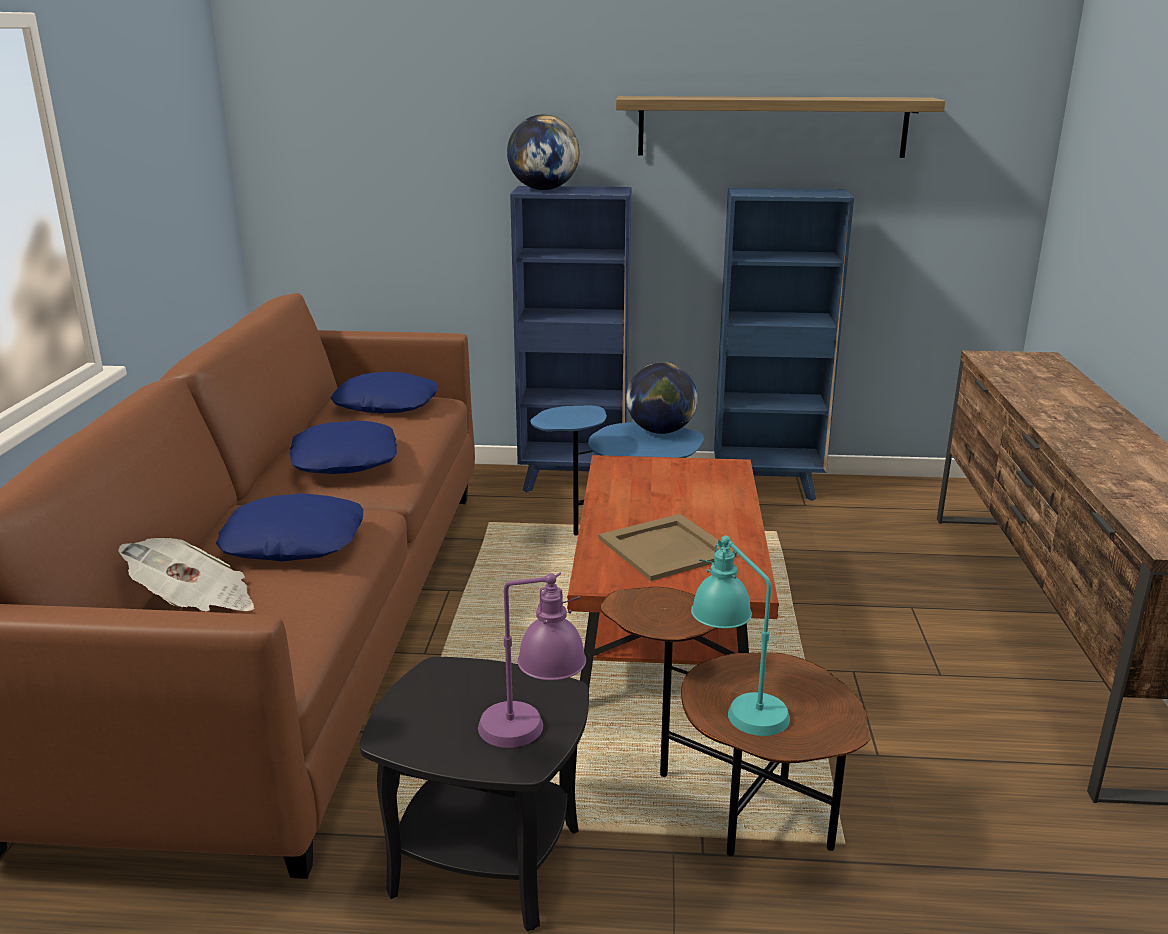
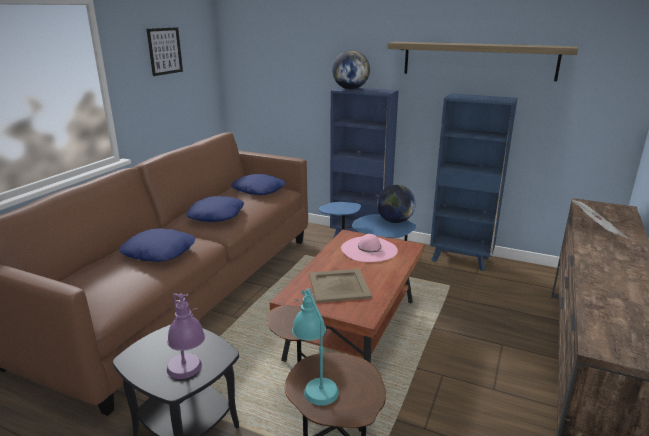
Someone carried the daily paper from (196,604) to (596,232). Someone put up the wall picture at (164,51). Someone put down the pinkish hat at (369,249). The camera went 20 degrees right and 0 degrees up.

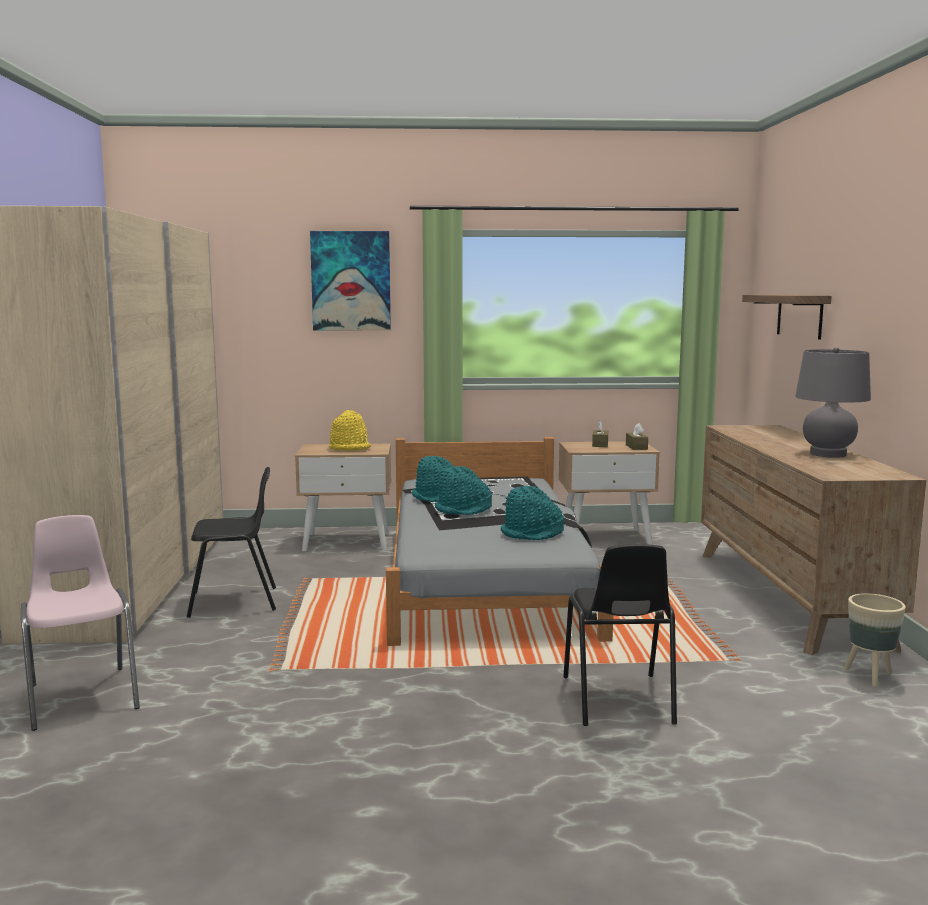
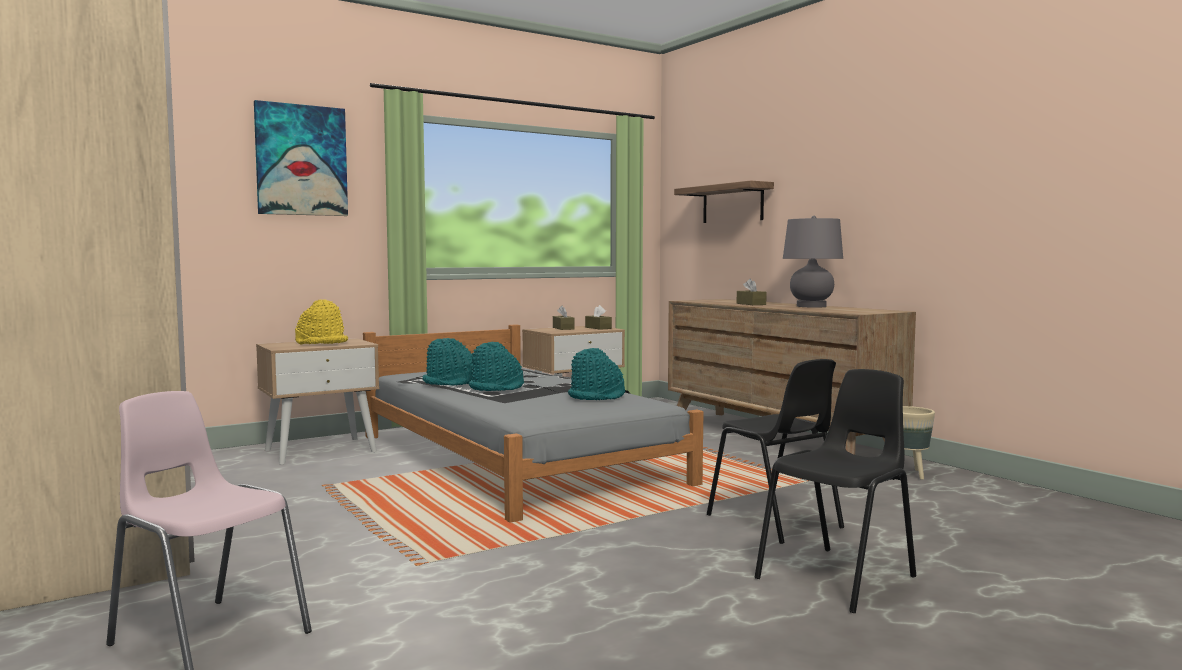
Someone carried the black-coloured plain chair from (234,602) to (839,578). Someone put down the brown-coloured tissue holder at (751,304). The camera went 30 degrees left and 5 degrees down.

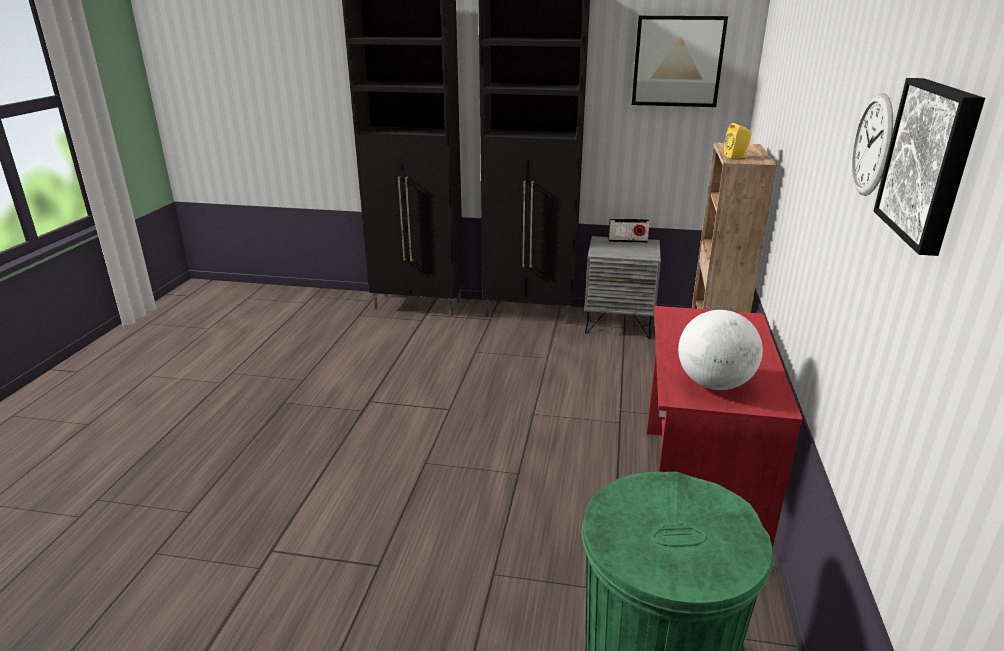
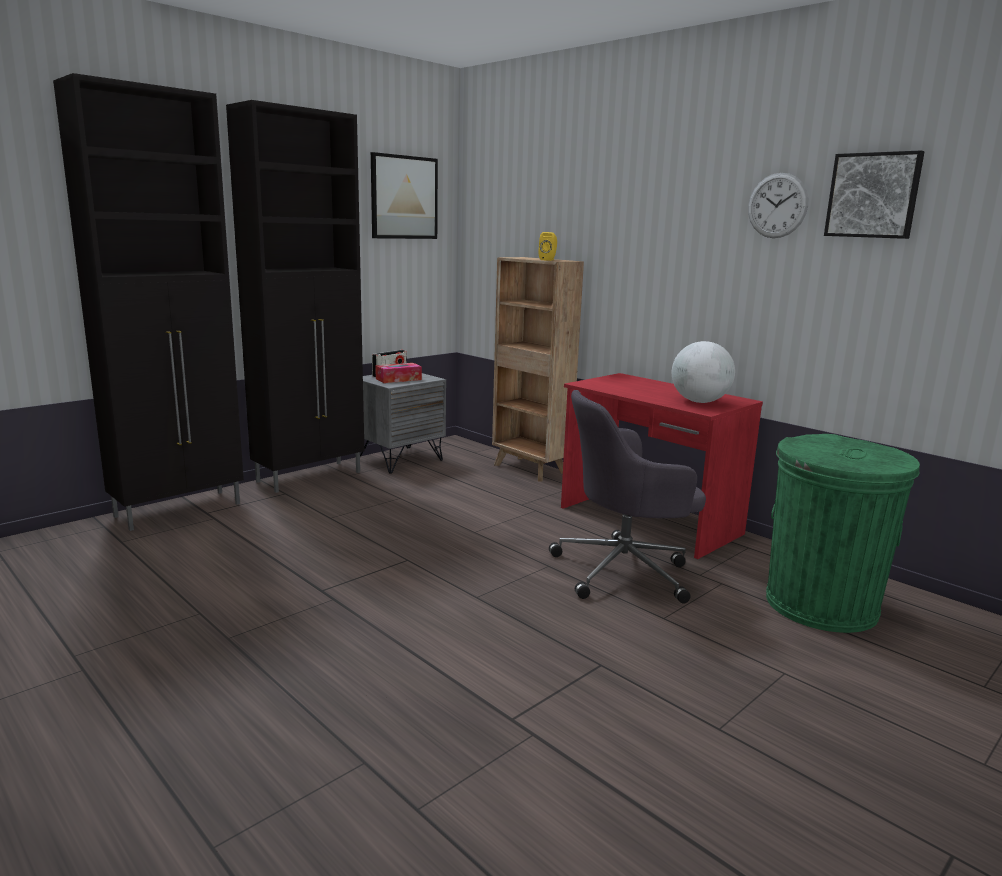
Someone put down the tissue holder at (398,379). Someone put down the gray office chair at (625,571). The camera went 55 degrees left and 10 degrees down.

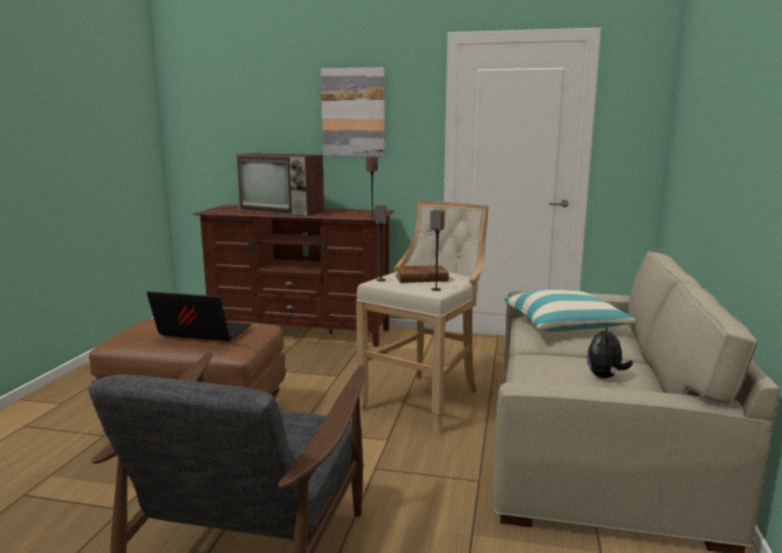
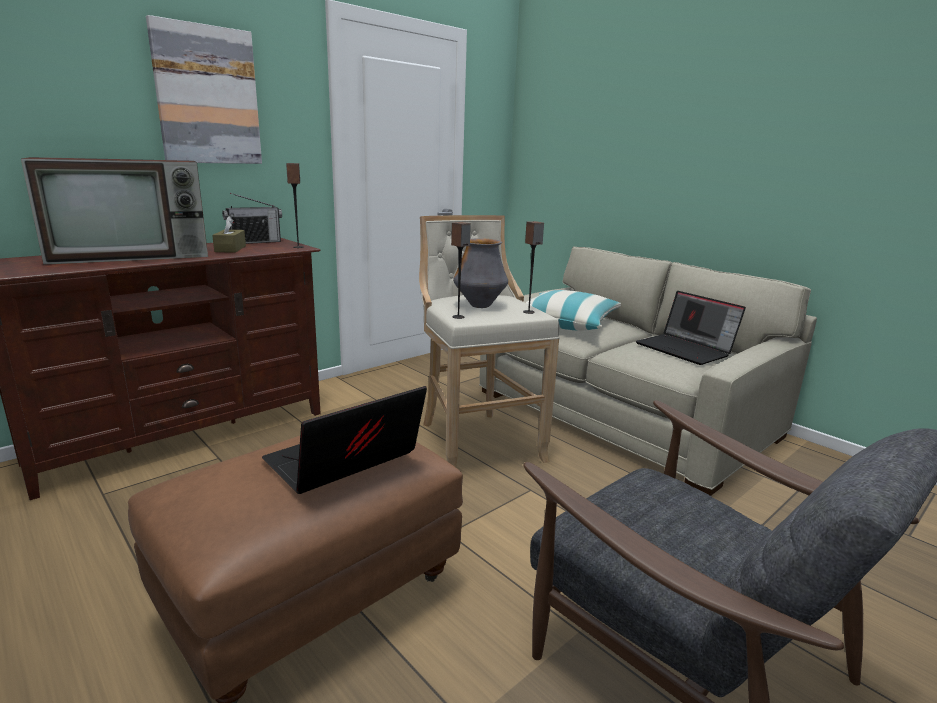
Someone swapped the brown-coloured volume at (421,278) for the vase at (479,306). Someone swapped the soft toy at (605,377) for the portable computer at (686,349). Someone put down the radio at (255,242). Someone put down the brown-coloured tissue holder at (230,249). The camera went 55 degrees left and 5 degrees up.

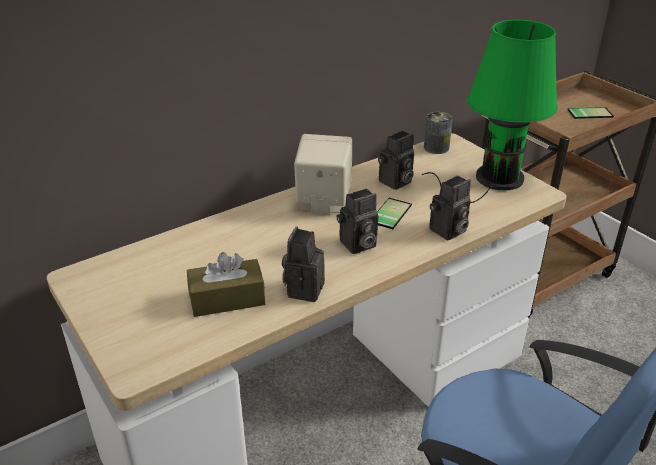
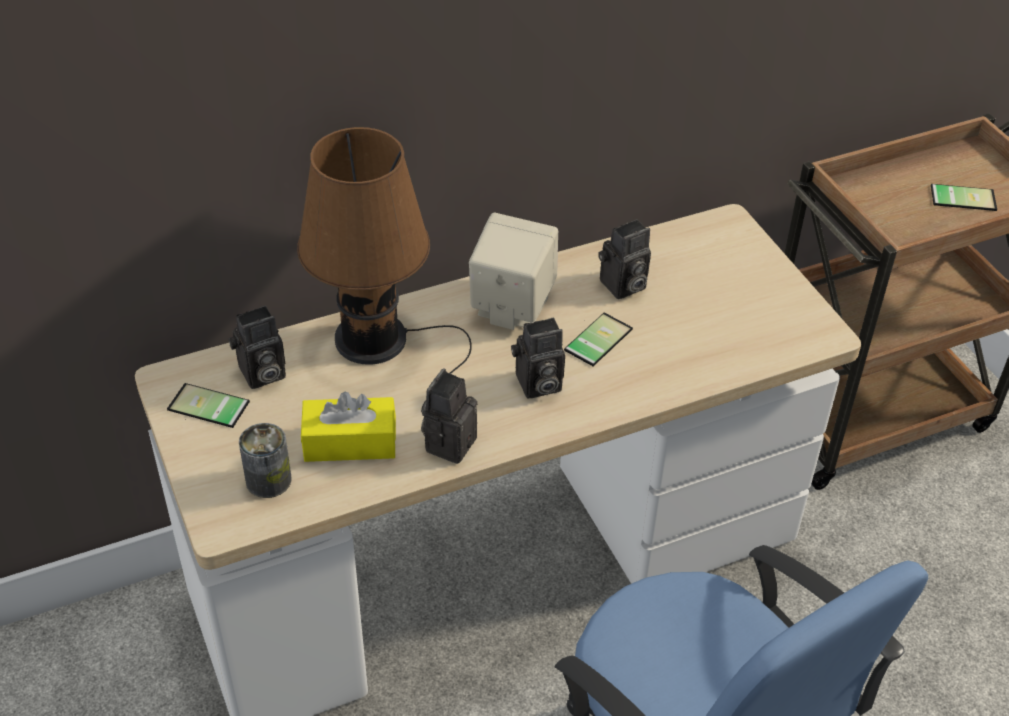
Someone took away the green tabletop lamp at (494,179). Someone carried the can from (436,148) to (268,480). Someone carried the photo camera from (448,232) to (261,375). Someone repainted the brown-coloured tissue holder at (227,299), which became the yellow tissue holder at (350,442). Someone put down the brown-coloured tabletop lamp at (379,341). Someone put down the phone at (206,408). The camera went 10 degrees right and 10 degrees up.

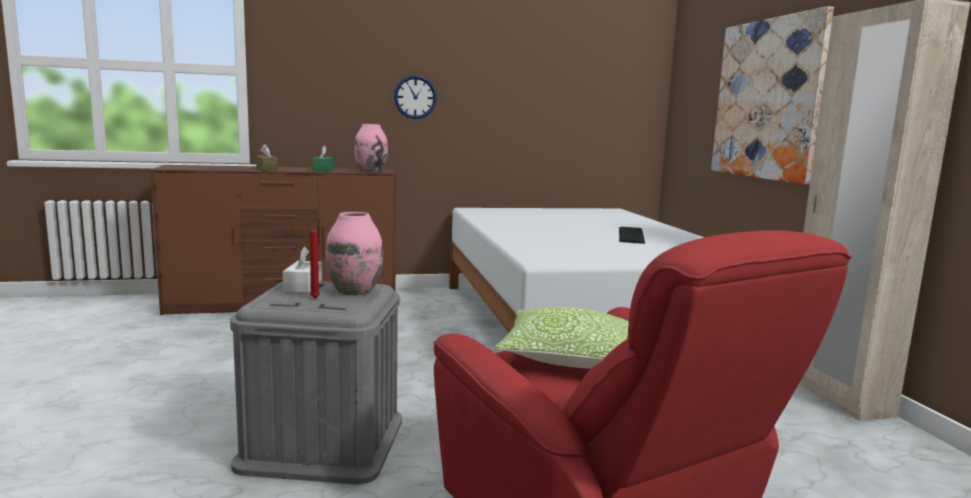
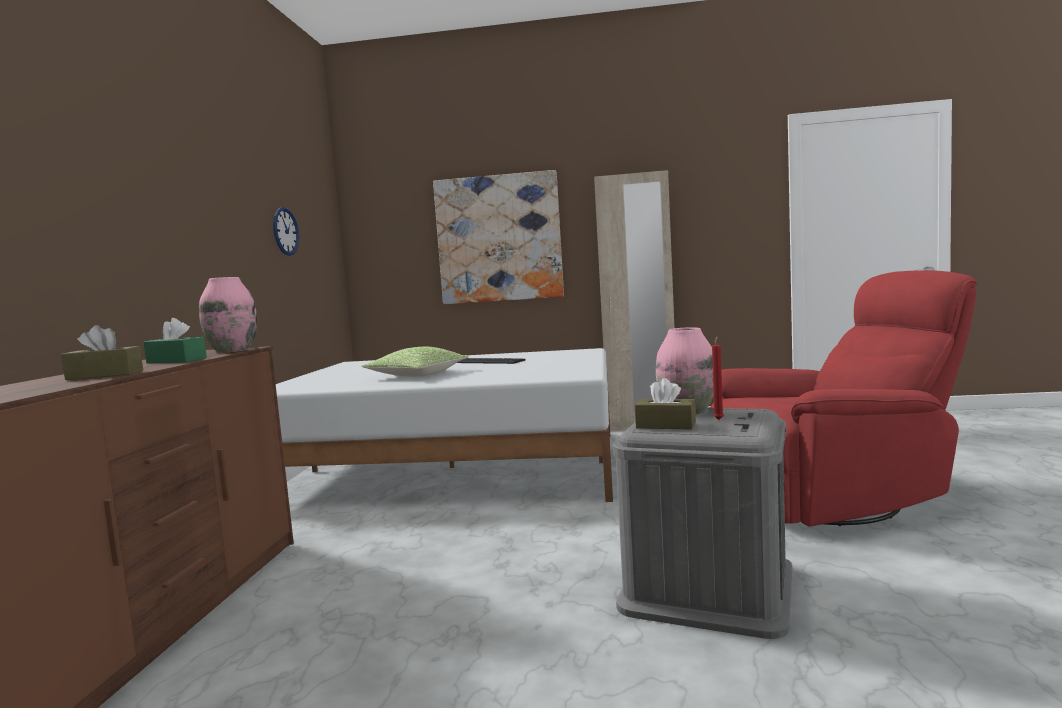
Someone carried the hanging clock from (415,97) to (285,231). Someone repainted the white tissue holder at (303,286), which became the brown-coloured tissue holder at (665,425). Someone carried the pillow from (568,357) to (417,375). The camera went 70 degrees left and 5 degrees down.

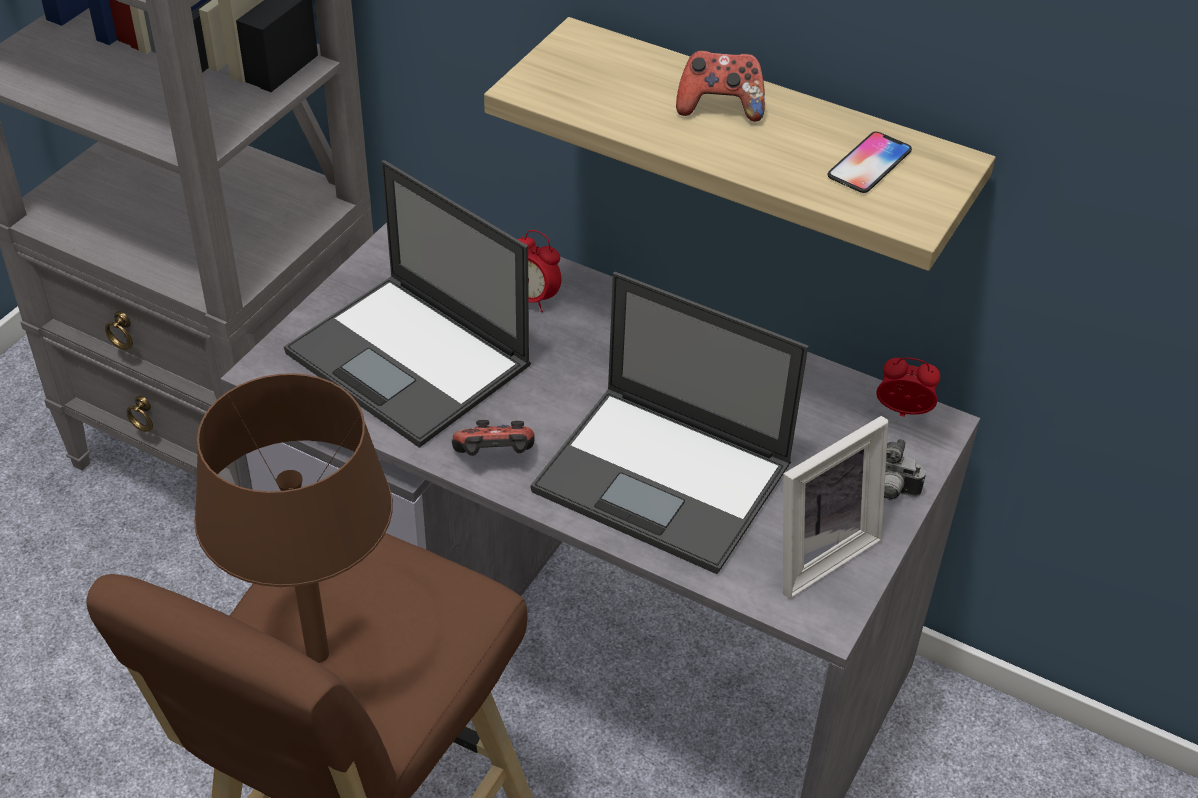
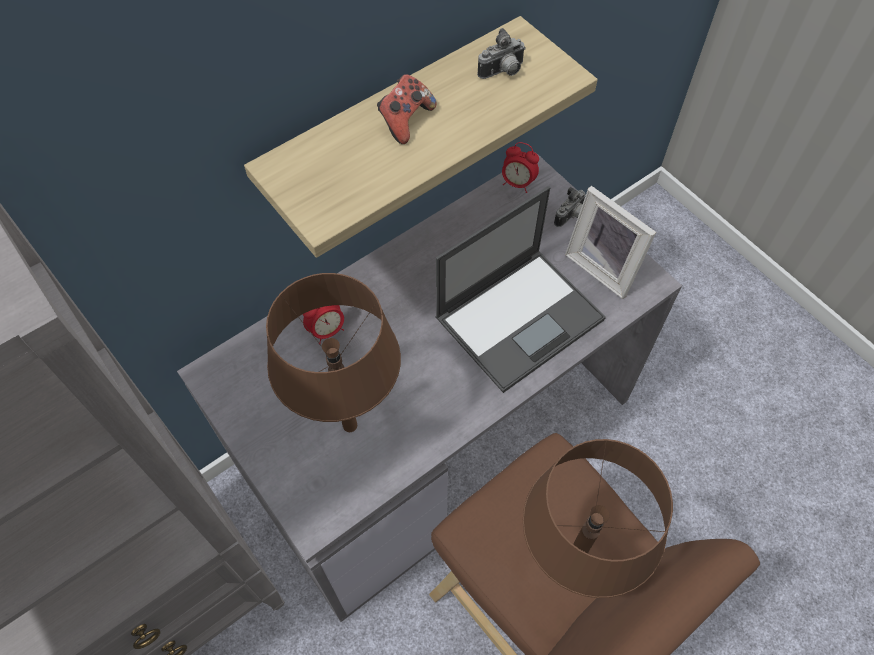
Someone swapped the phone at (869,164) for the photo camera at (502,72). Someone swapped the portable computer at (410,360) for the brown-coloured tabletop lamp at (350,425). Someone rotated the table clock at (902,413) by 105 degrees counterclockwise. Someone rotated the standing frame at (816,551) by 150 degrees clockwise. Someone took away the game controller at (494,459). The camera went 65 degrees left and 15 degrees up.

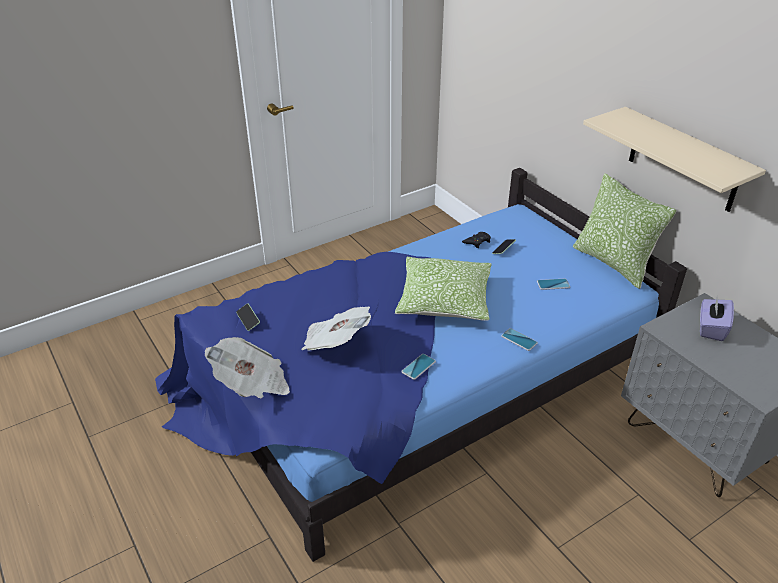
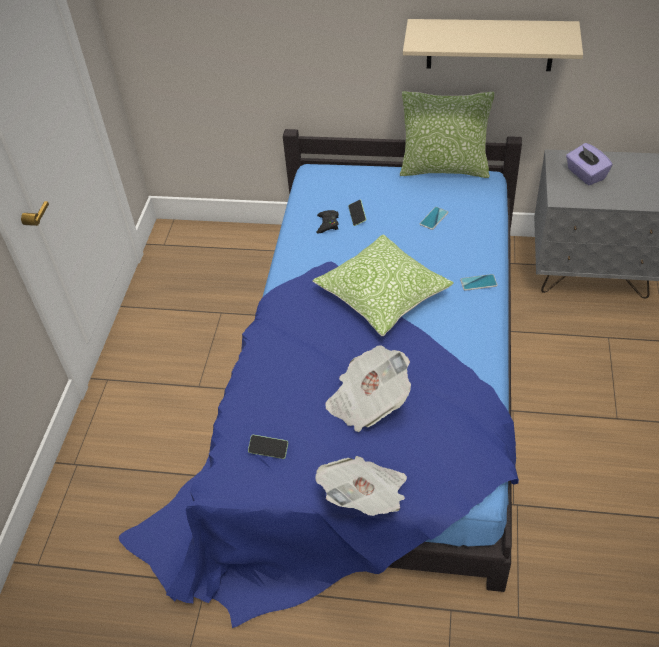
Someone took away the phone at (418,367). The camera went 45 degrees left and 10 degrees up.

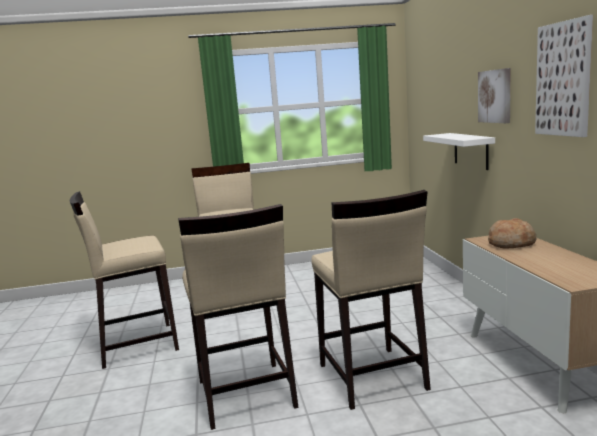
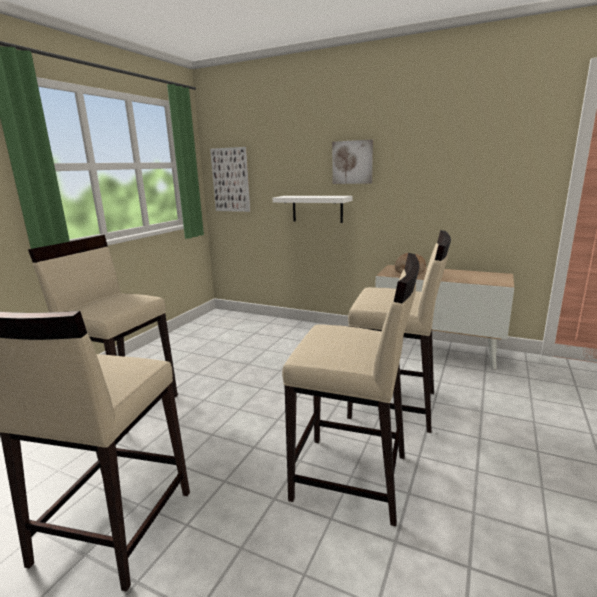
Someone carried the wall picture from (563,79) to (231,180). The camera went 55 degrees left and 5 degrees up.

